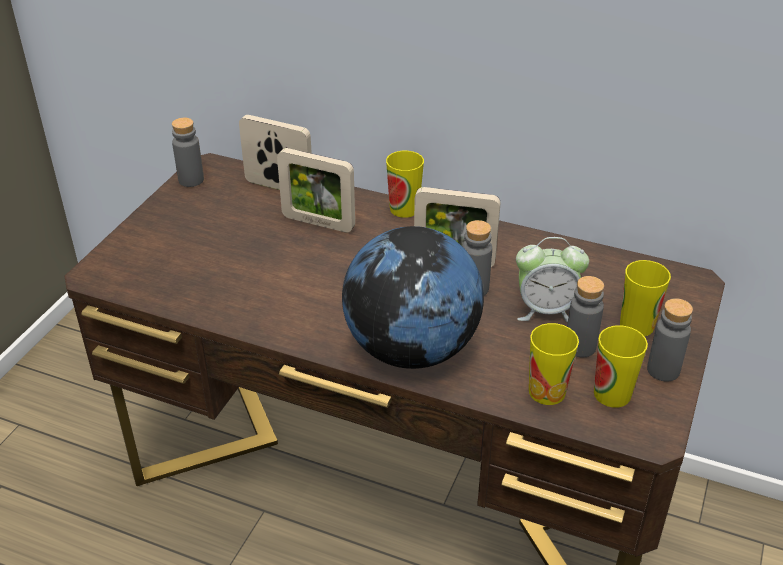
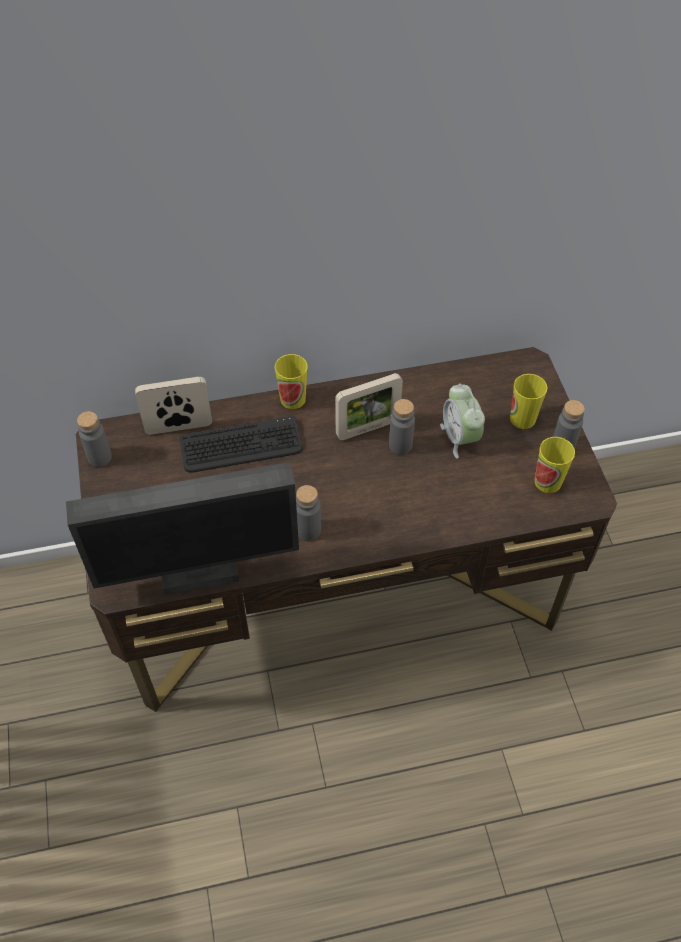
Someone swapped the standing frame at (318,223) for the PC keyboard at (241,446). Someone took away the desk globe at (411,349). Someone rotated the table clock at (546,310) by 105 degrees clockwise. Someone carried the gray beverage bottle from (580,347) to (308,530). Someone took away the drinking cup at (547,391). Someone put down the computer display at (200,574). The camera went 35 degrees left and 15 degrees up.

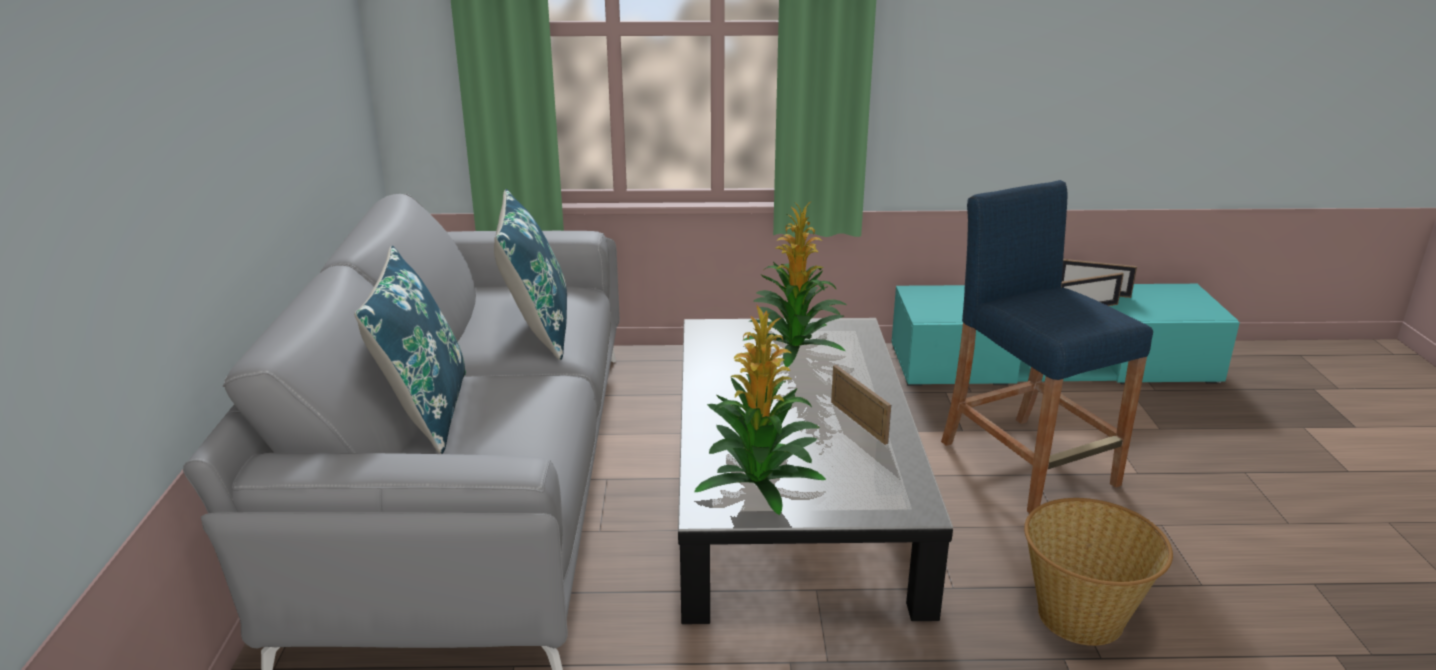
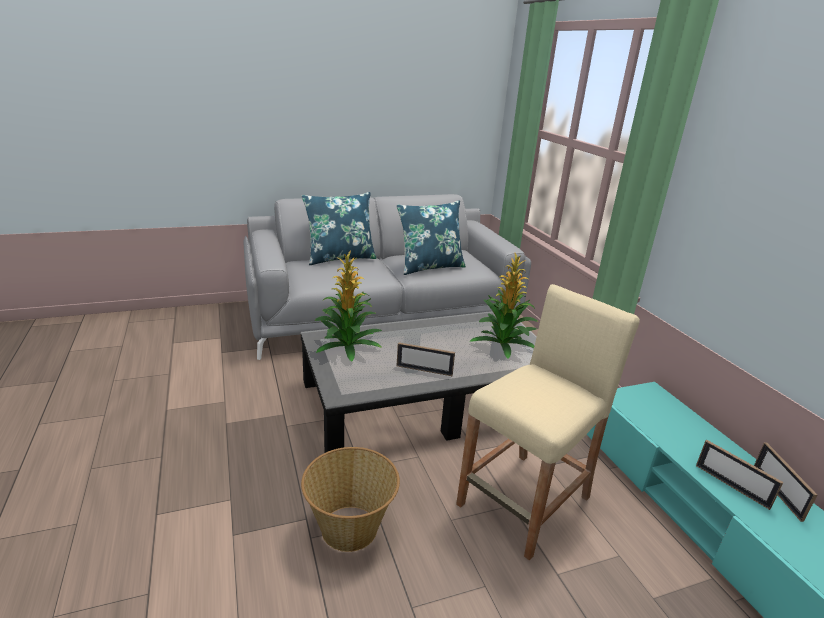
Someone repainted the bluish sitting stool at (1027,463), which became the beige sitting stool at (525,501). Someone rotated the standing frame at (858,422) by 60 degrees clockwise. The camera went 70 degrees right and 0 degrees up.

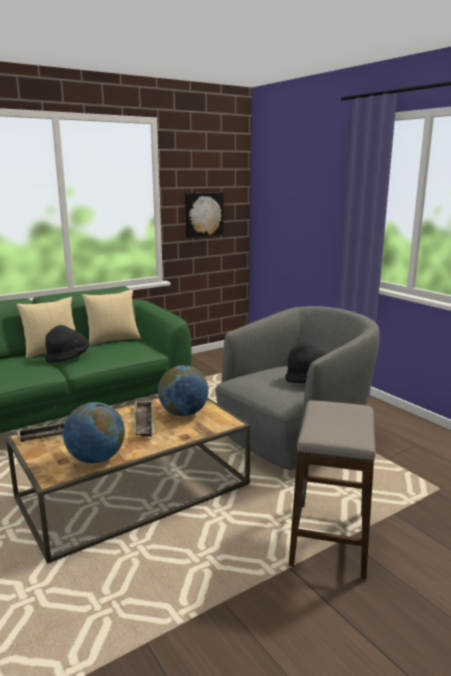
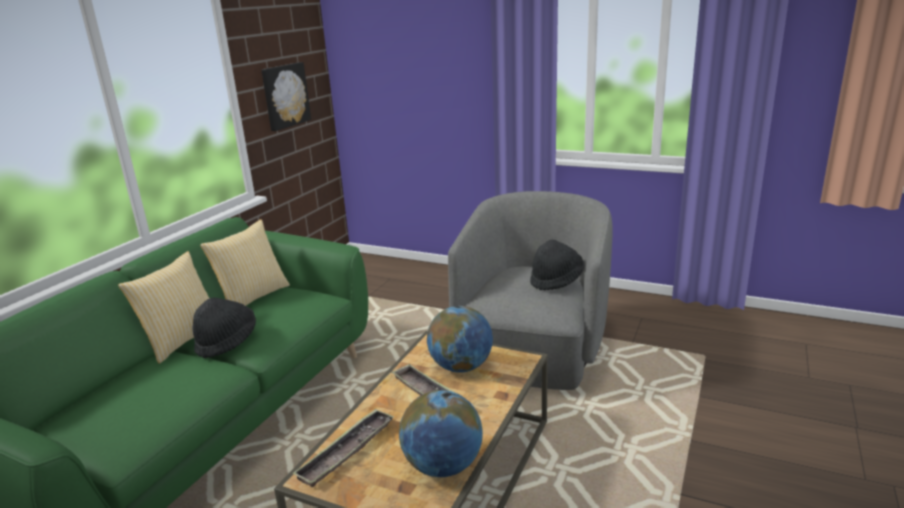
Someone took away the sitting stool at (330,538). The camera went 30 degrees left and 5 degrees up.

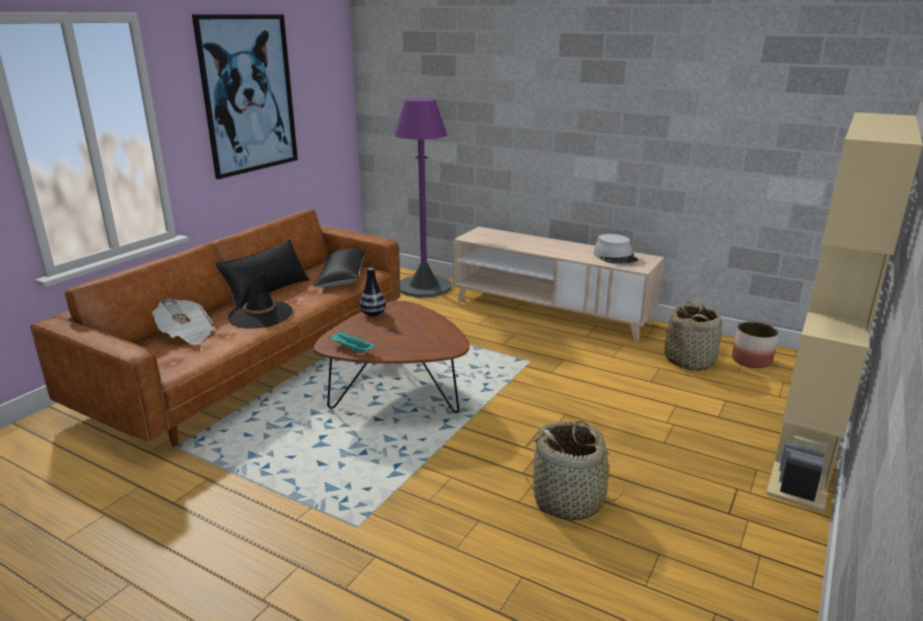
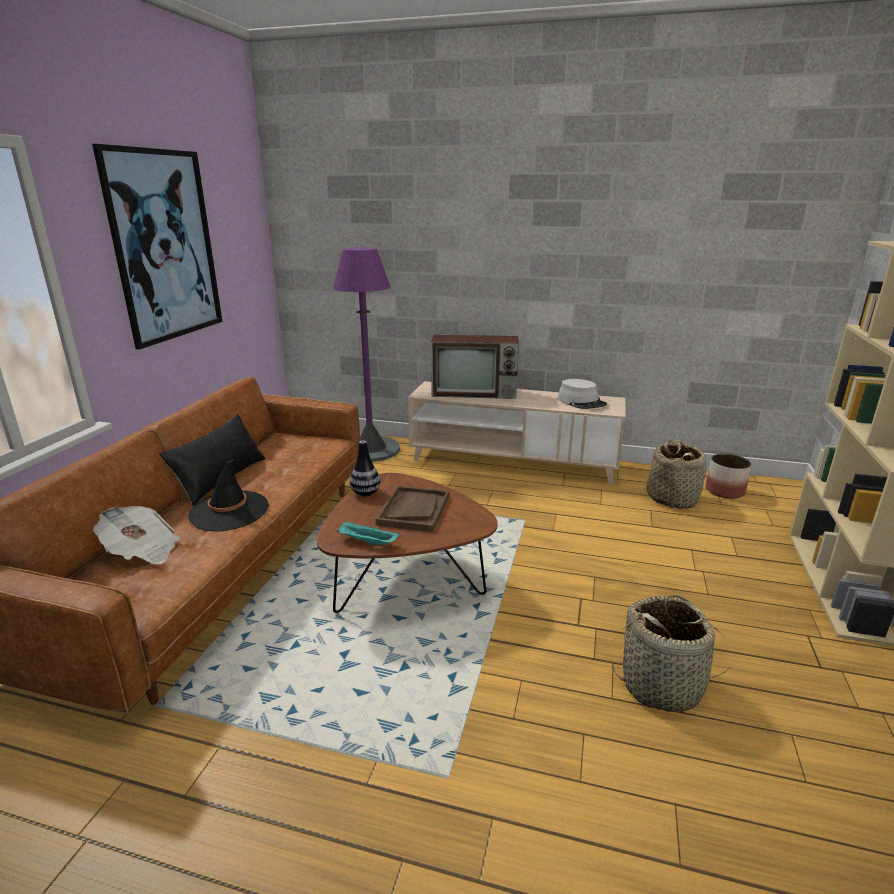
Someone took away the black-coloured pillow at (343,276). Someone put down the TV at (476,392). Someone put down the brown-coloured serving tray at (413,510). The camera went 15 degrees left and 0 degrees up.

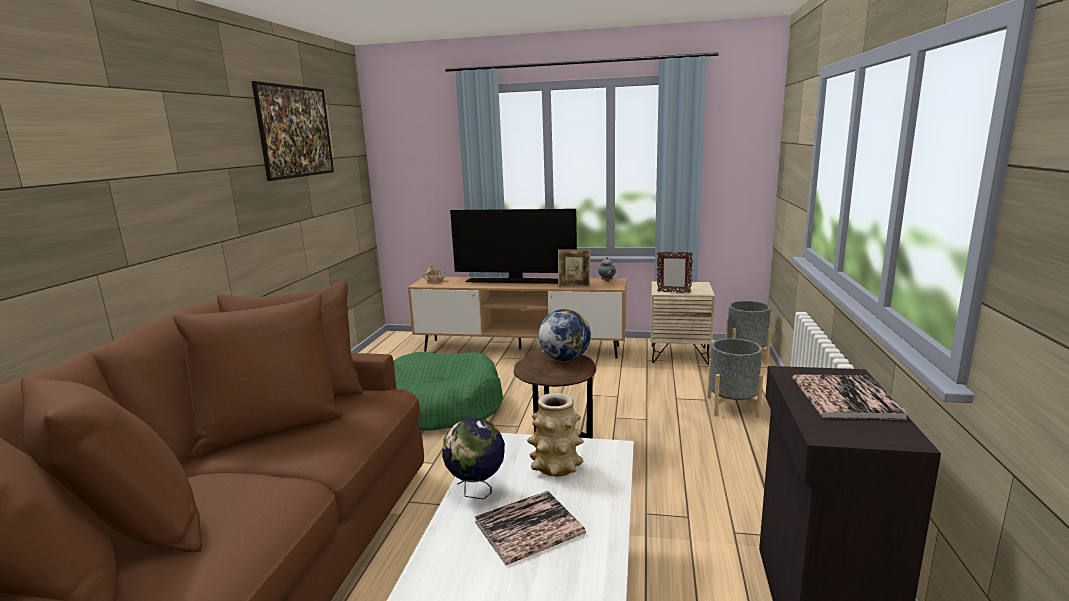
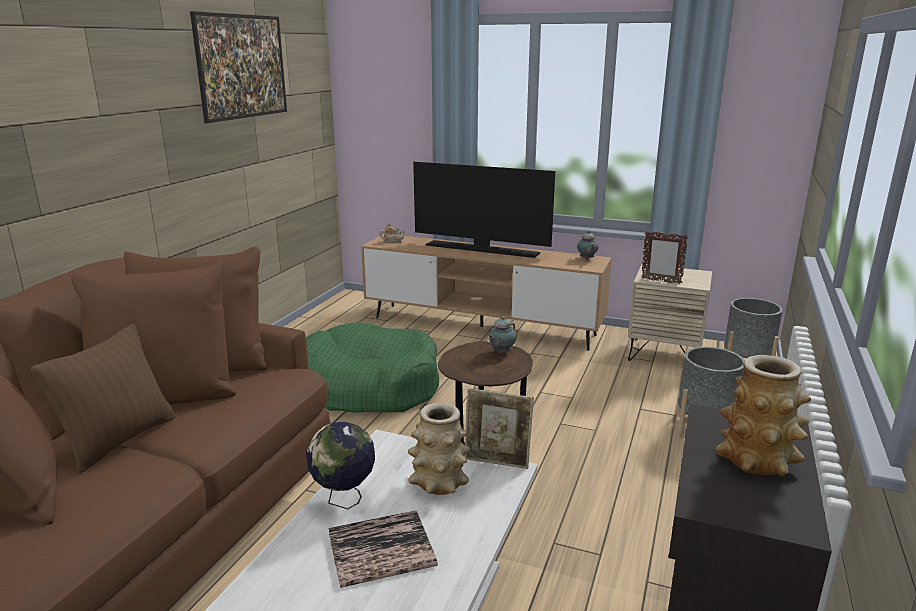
Someone carried the standing frame from (574,286) to (497,462). Someone swapped the desk globe at (565,358) for the tea pot at (501,352). Someone swapped the volume at (845,398) for the vase at (757,460). Someone put down the brown-coloured pillow at (120,440). The camera went 10 degrees right and 5 degrees up.

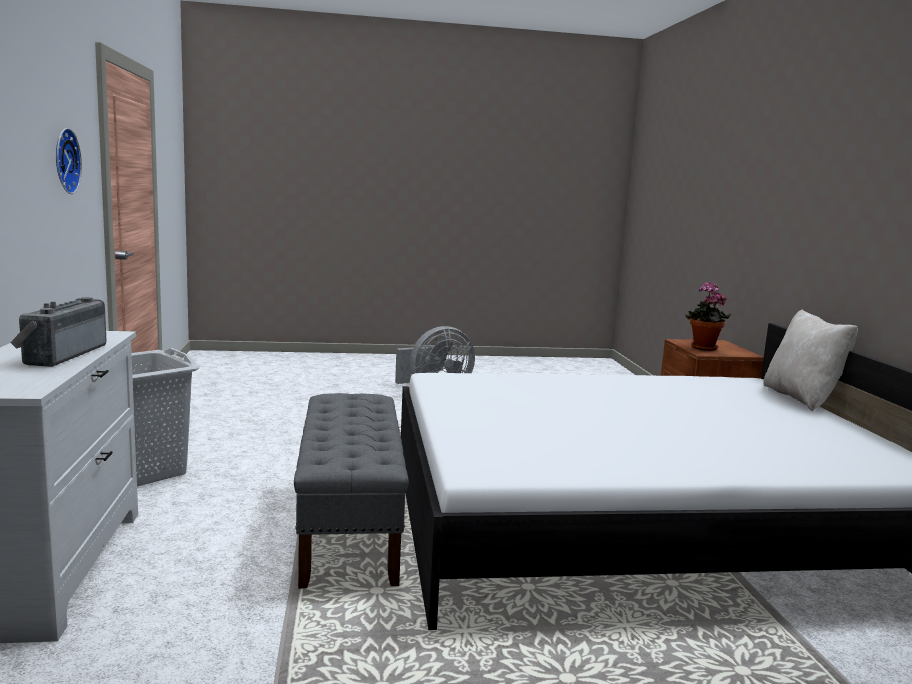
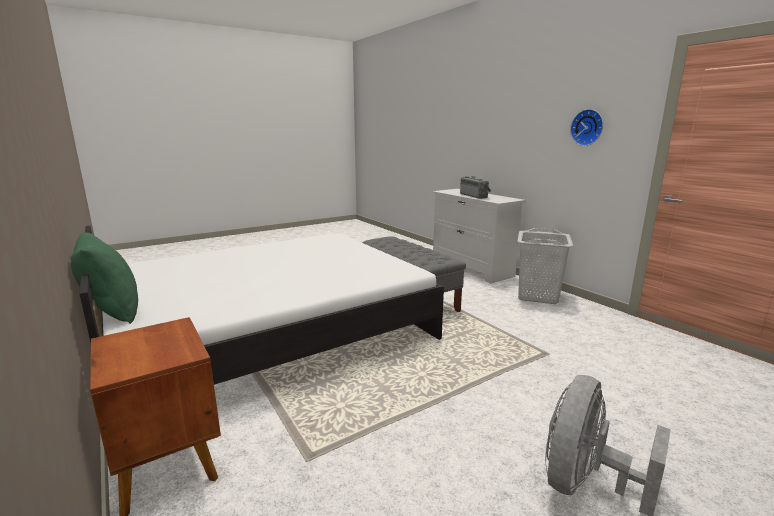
Someone took away the potted plant at (703,348). Someone repainted the beige pillow at (802,398), which became the green pillow at (112,312). The camera went 155 degrees right and 5 degrees up.

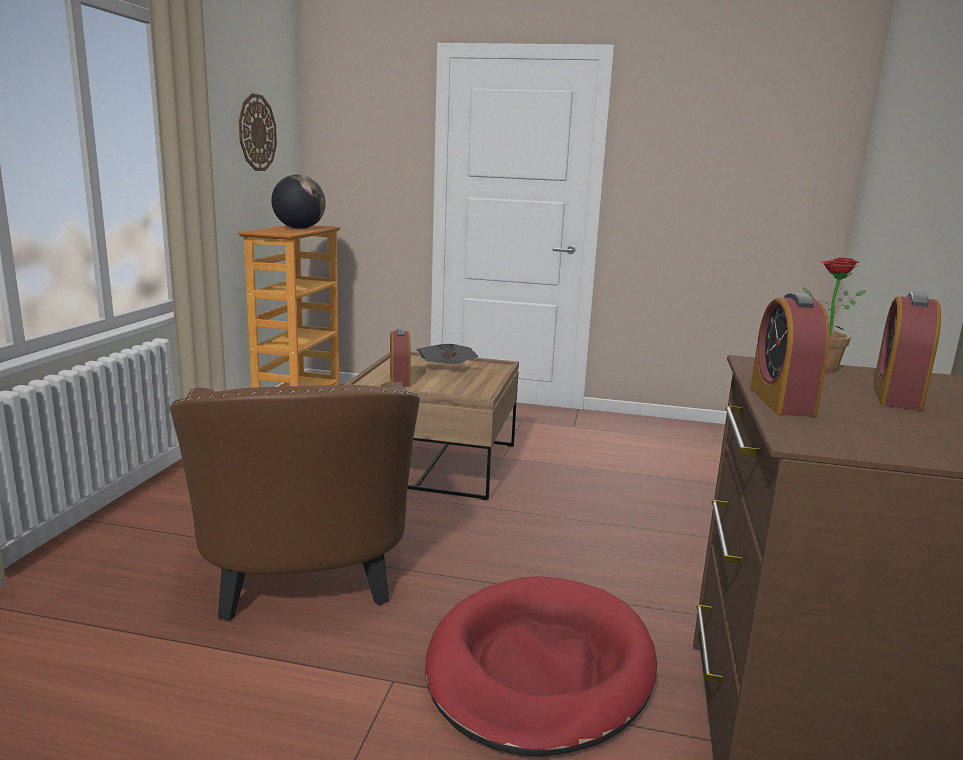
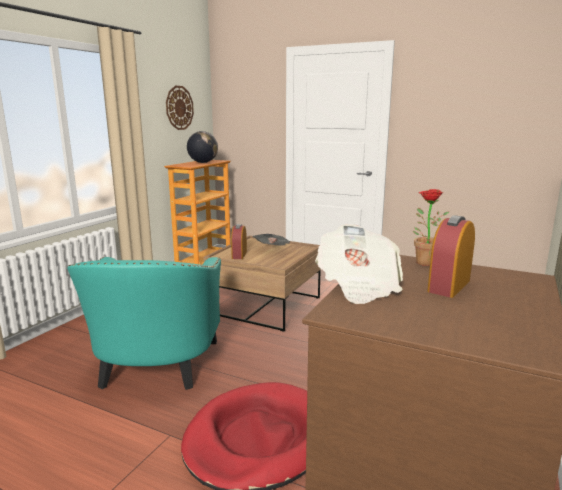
Someone swapped the table clock at (781,401) for the daily paper at (358,286). Someone repainted the brown-coloured easy chair at (304,575), which became the turquoise-coloured easy chair at (155,367). The camera went 15 degrees right and 0 degrees up.

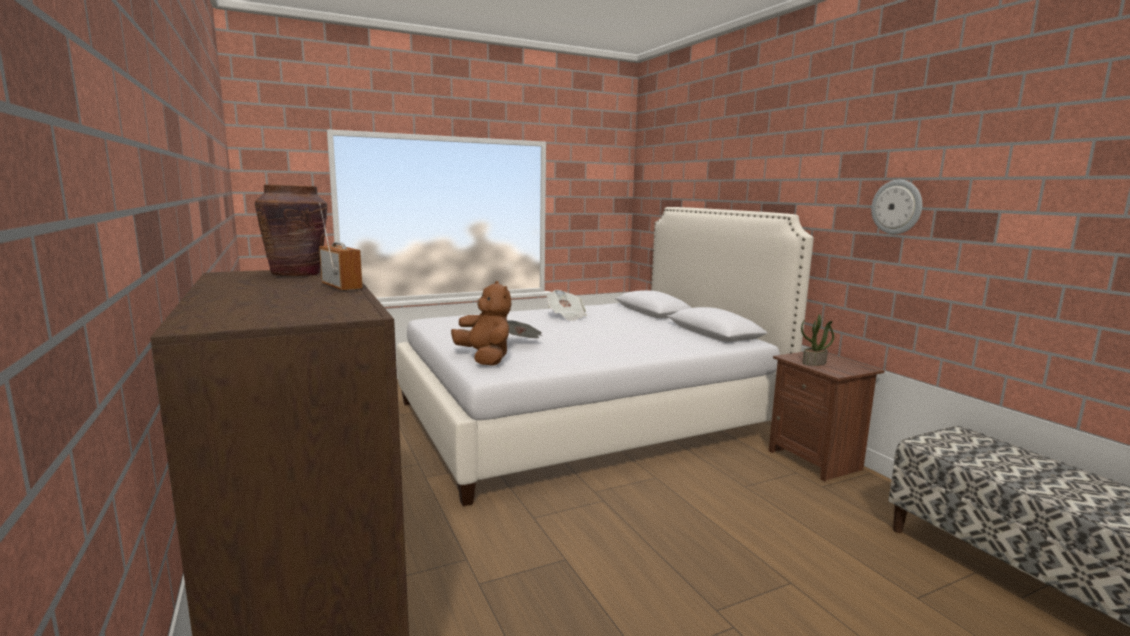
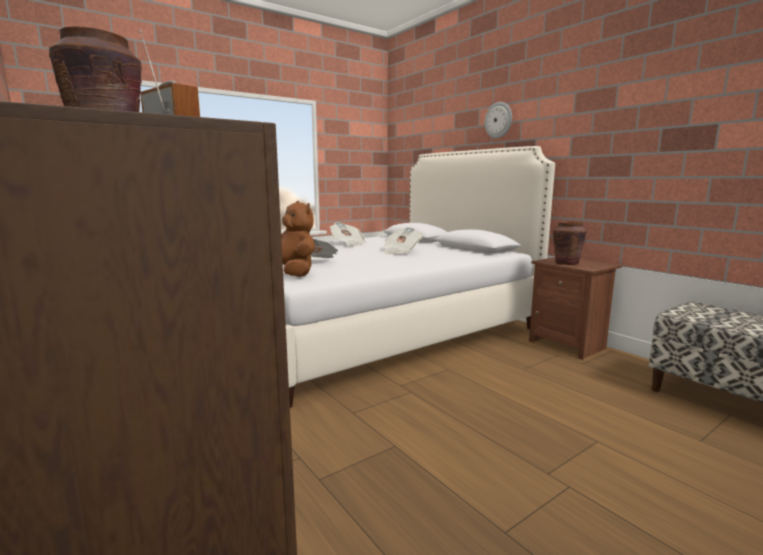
Someone carried the hanging clock from (897,207) to (498,120). Someone swapped the potted plant at (814,363) for the brown-coloured vase at (566,263). Someone put down the daily paper at (401,252). The camera went 10 degrees left and 0 degrees up.

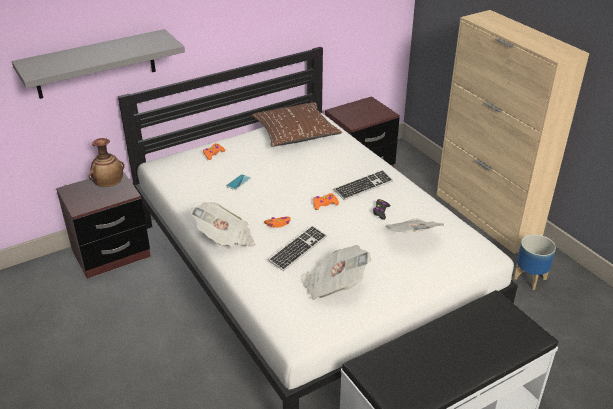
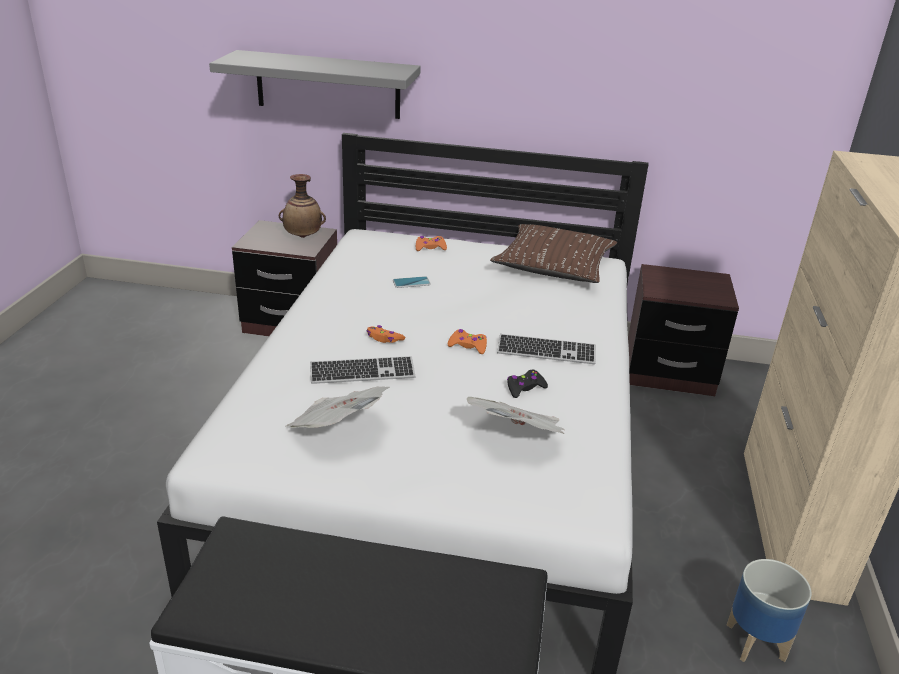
Someone took away the daily paper at (225,239). The camera went 40 degrees right and 5 degrees down.

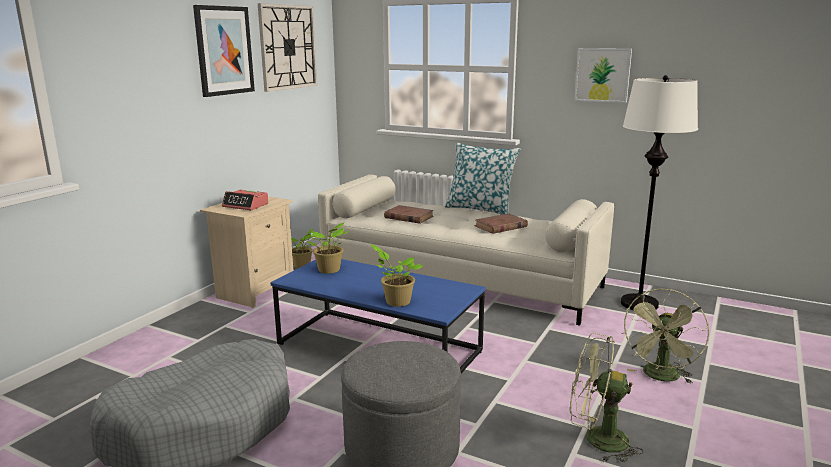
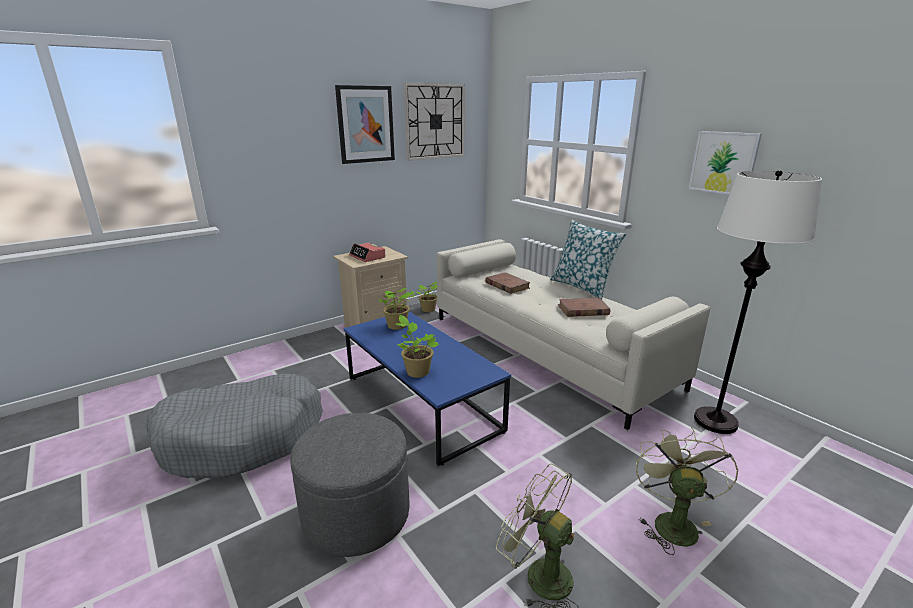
Someone rotated the green cooling fan at (661,377) by 135 degrees clockwise. The camera went 25 degrees right and 5 degrees up.

